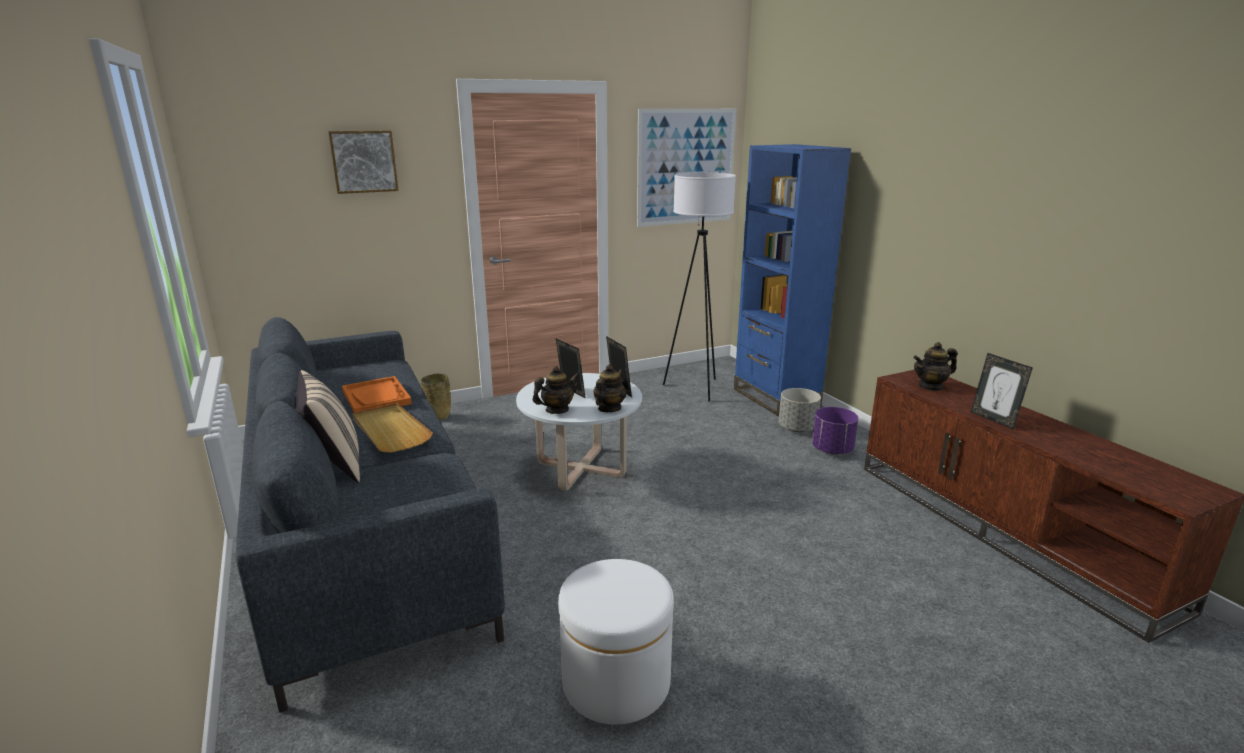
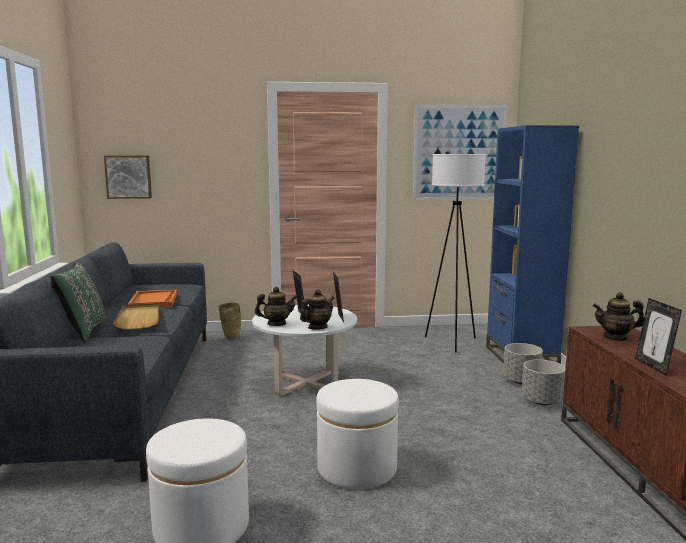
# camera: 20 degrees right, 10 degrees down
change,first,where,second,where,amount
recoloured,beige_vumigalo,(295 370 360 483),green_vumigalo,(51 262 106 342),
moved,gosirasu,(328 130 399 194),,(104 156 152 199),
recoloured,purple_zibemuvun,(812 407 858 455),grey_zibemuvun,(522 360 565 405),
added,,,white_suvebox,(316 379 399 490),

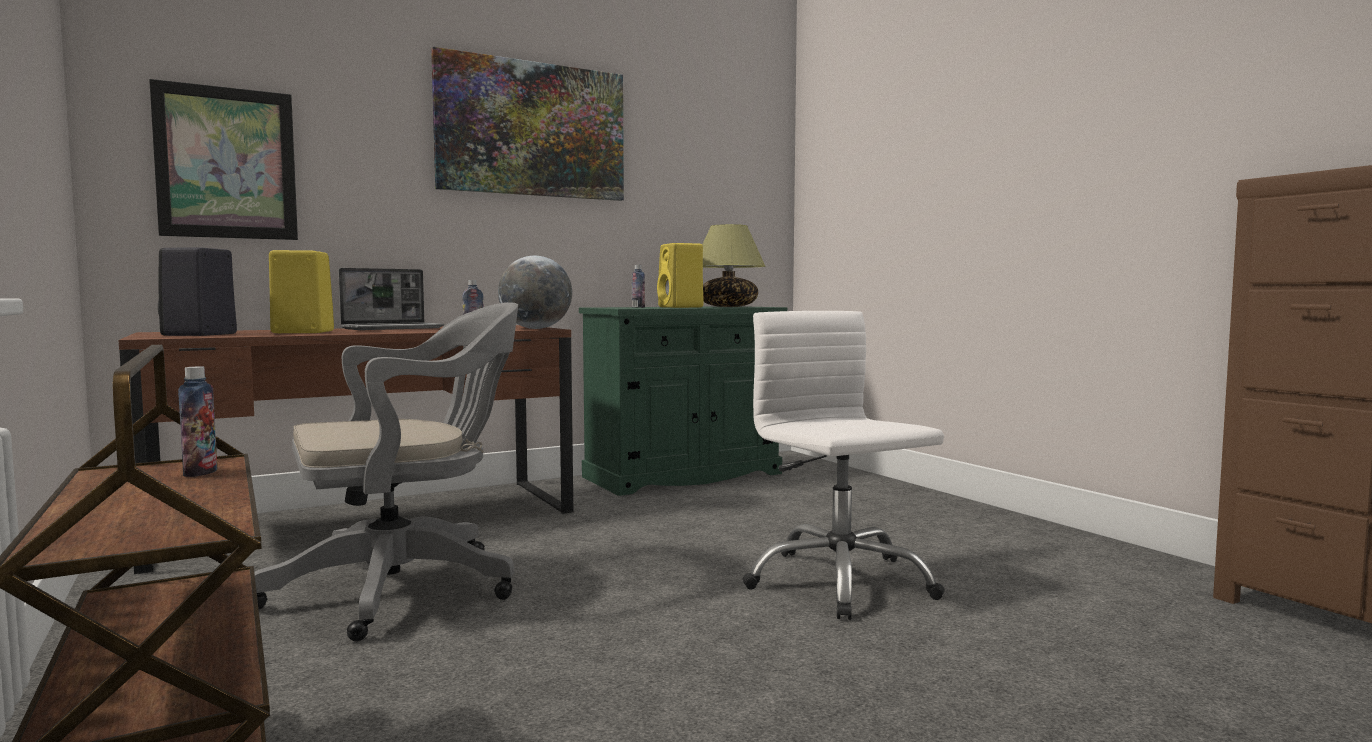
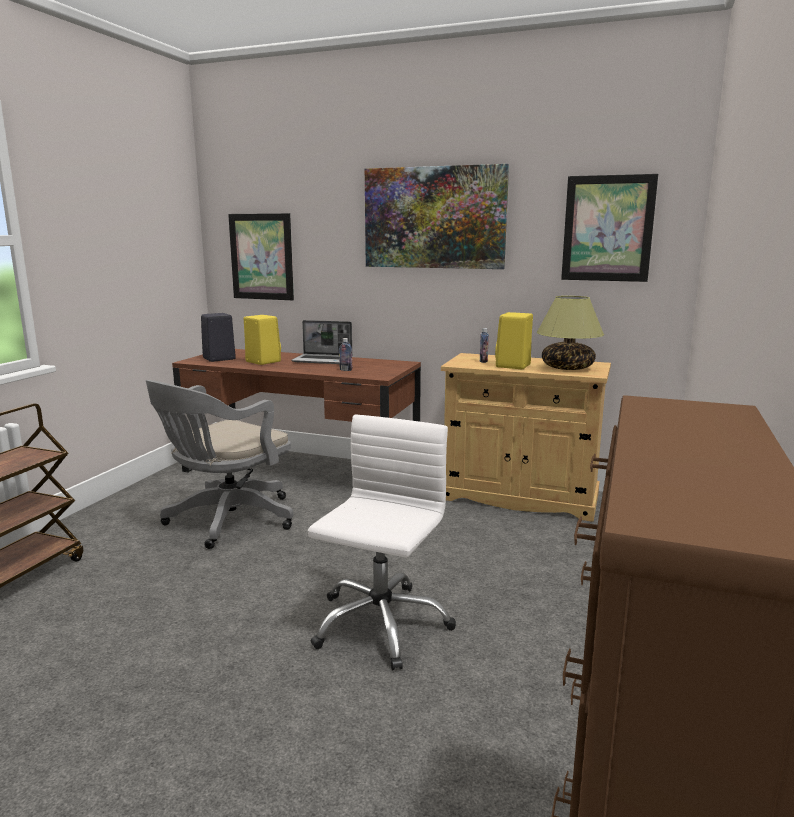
# camera: 50 degrees right, 10 degrees up
change,first,where,second,where,amount
removed,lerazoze,(178 367 218 477),,,
turned,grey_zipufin,(254 302 518 641),,(146 380 294 549),105 degrees clockwise
removed,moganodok,(498 256 572 329),,,
recoloured,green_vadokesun,(579 306 787 496),beige_vadokesun,(441 353 611 522),
added,,,gosirasu,(561 174 658 282),

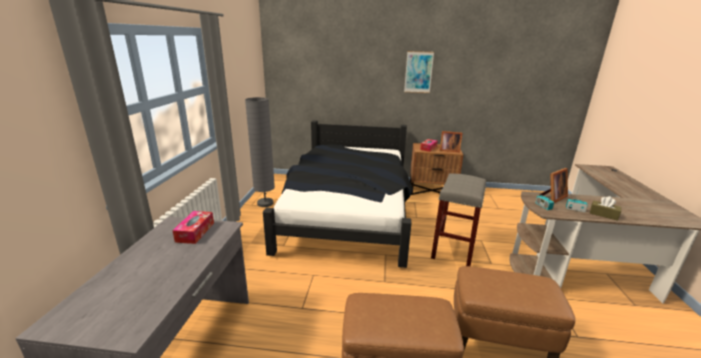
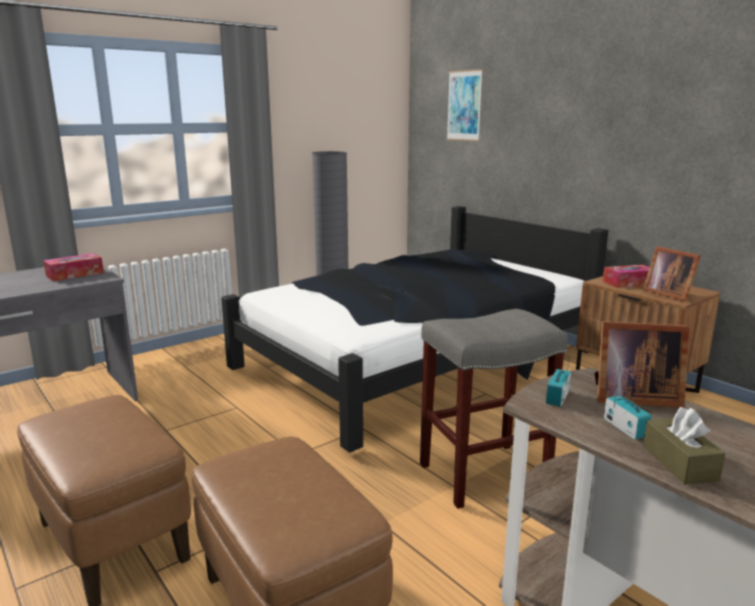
# camera: 45 degrees right, 5 degrees down
change,first,where,second,where,amount
moved,gosirasu,(404 51 434 93),,(447 69 483 141),

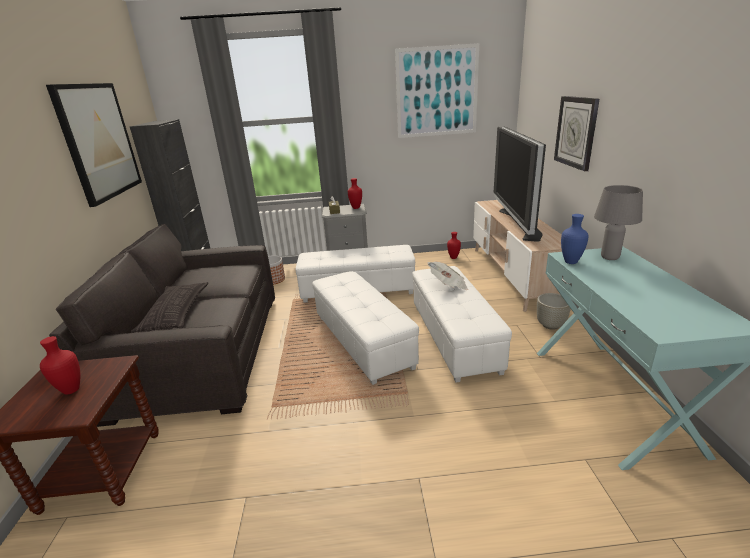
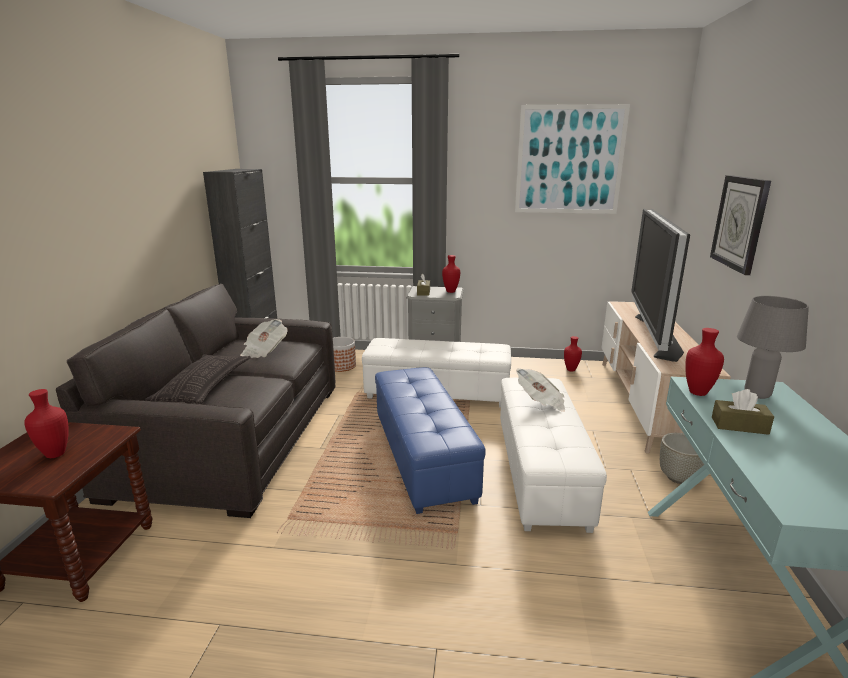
# camera: 10 degrees right, 5 degrees down
change,first,where,second,where,amount
removed,gosirasu,(46 83 142 207),,,
recoloured,white_suvebox,(312 271 419 385),blue_suvebox,(375 367 486 514),
recoloured,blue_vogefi,(561 214 588 264),red_vogefi,(685 328 724 396),
added,,,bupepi,(240 319 288 358),
added,,,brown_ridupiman,(712 389 774 435),

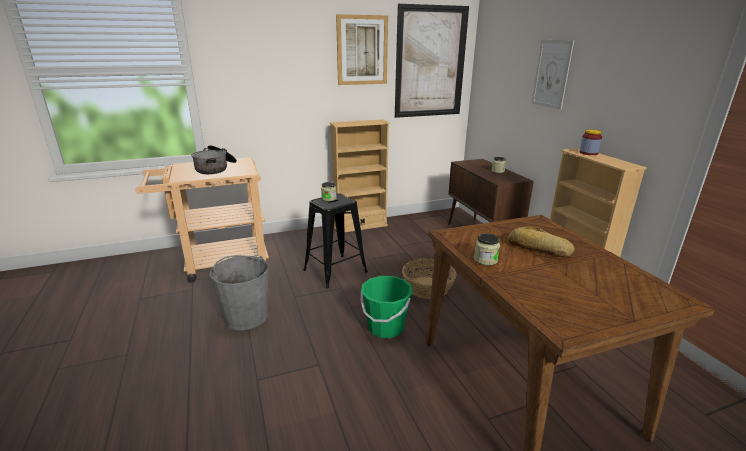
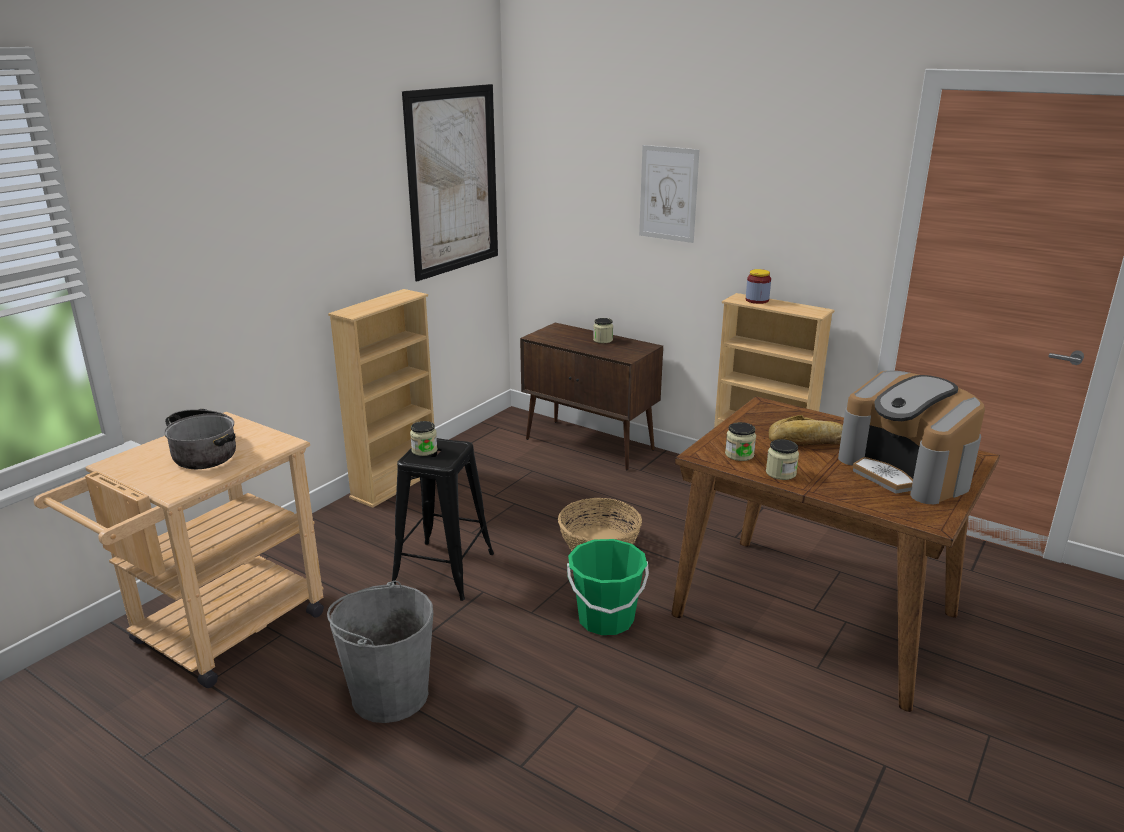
# camera: 35 degrees left, 0 degrees up
change,first,where,second,where,amount
removed,gosirasu,(336 14 388 85),,,
added,,,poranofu,(725 422 756 461),
added,,,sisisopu,(838 371 985 504),

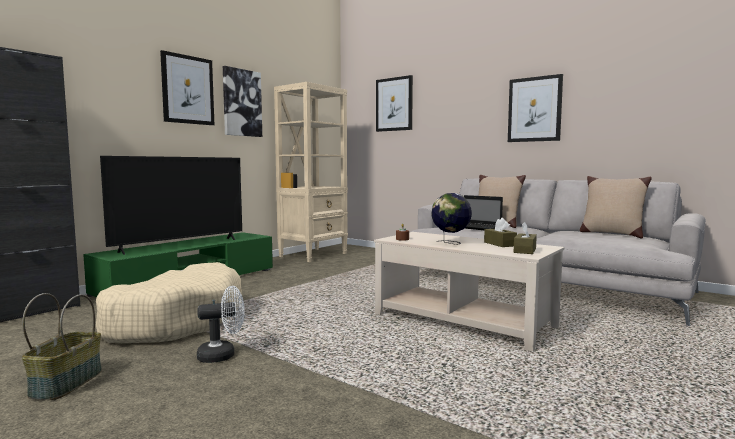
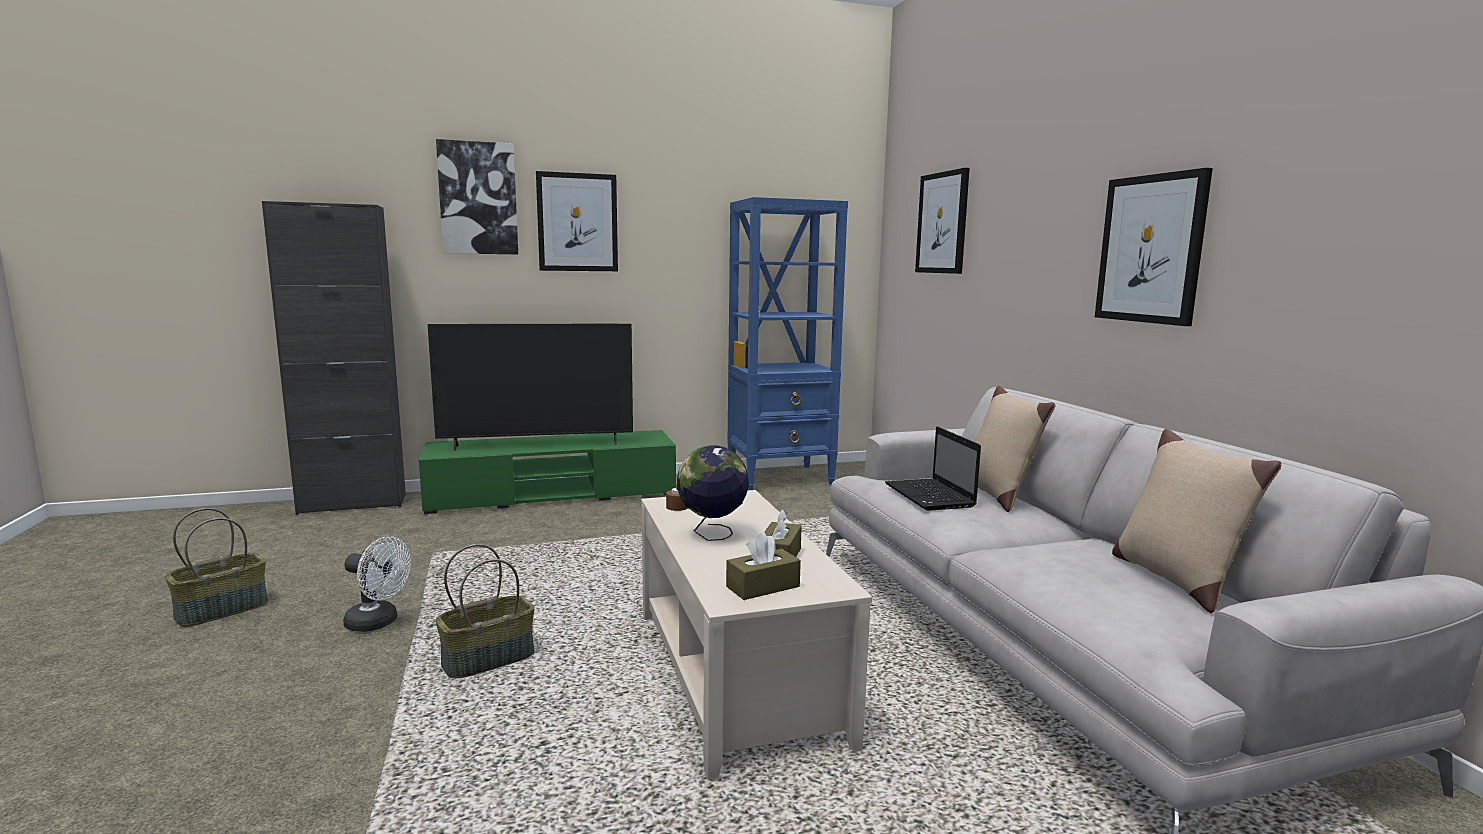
# camera: 35 degrees right, 5 degrees up
change,first,where,second,where,amount
removed,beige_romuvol,(96 262 242 343),,,
moved,gosirasu,(223 66 262 137),,(436 139 518 254),
recoloured,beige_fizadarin,(274 82 348 262),blue_fizadarin,(728 197 848 490),
added,,,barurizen,(436 544 535 678),

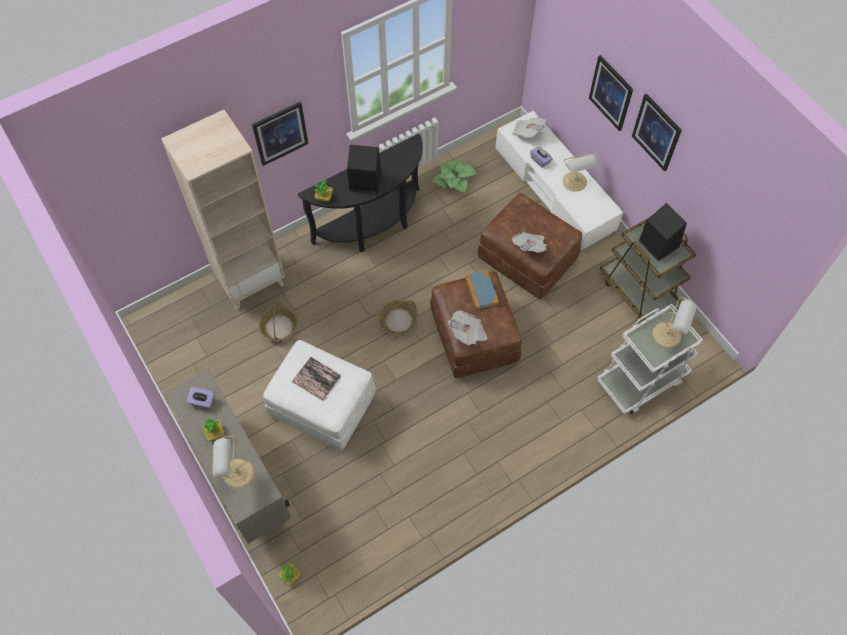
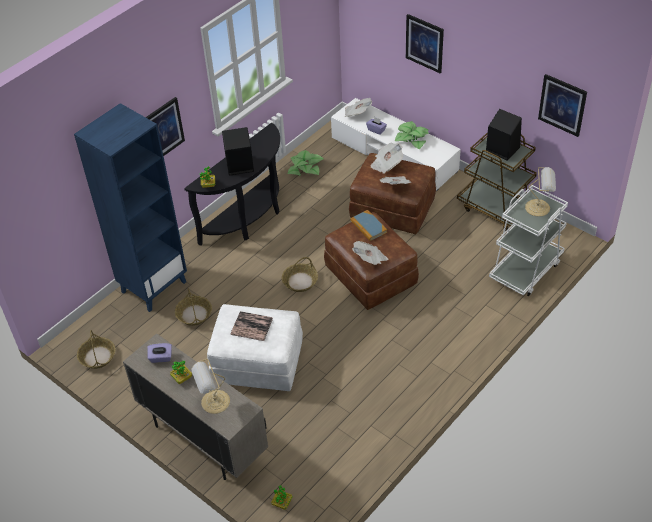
# camera: 15 degrees left, 15 degrees down
change,first,where,second,where,amount
recoloured,beige_fizadarin,(161 110 285 310),blue_fizadarin,(74 103 187 312),
replaced,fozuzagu,(563 151 598 192),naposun,(395 121 429 149),
moved,gosirasu,(632 94 682 171),,(538 74 587 137),
added,,,barurizen,(77 330 115 369),
added,,,bupepi,(371 143 403 174),

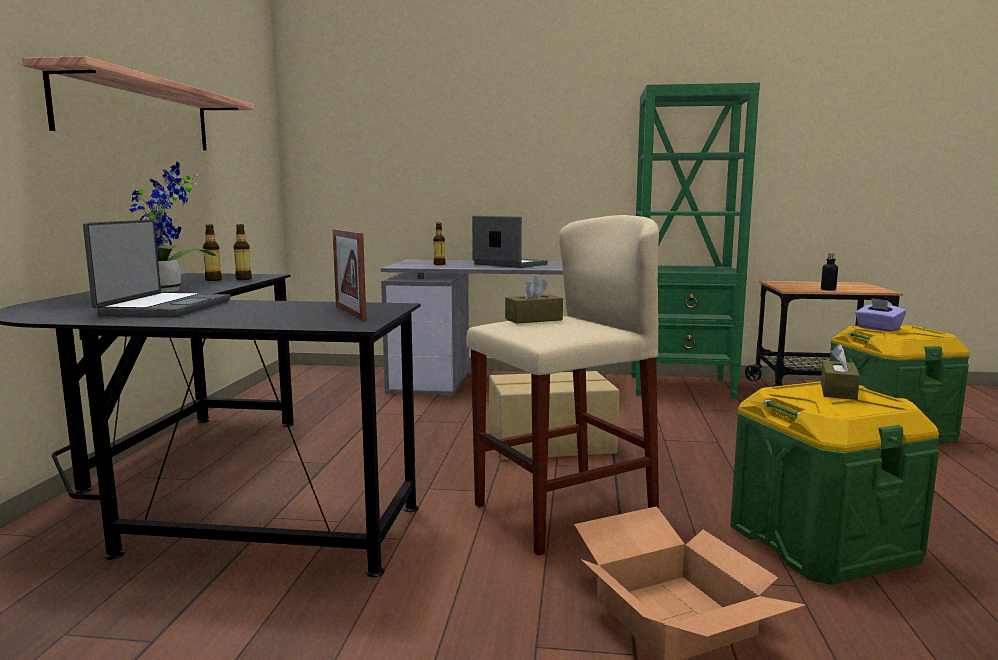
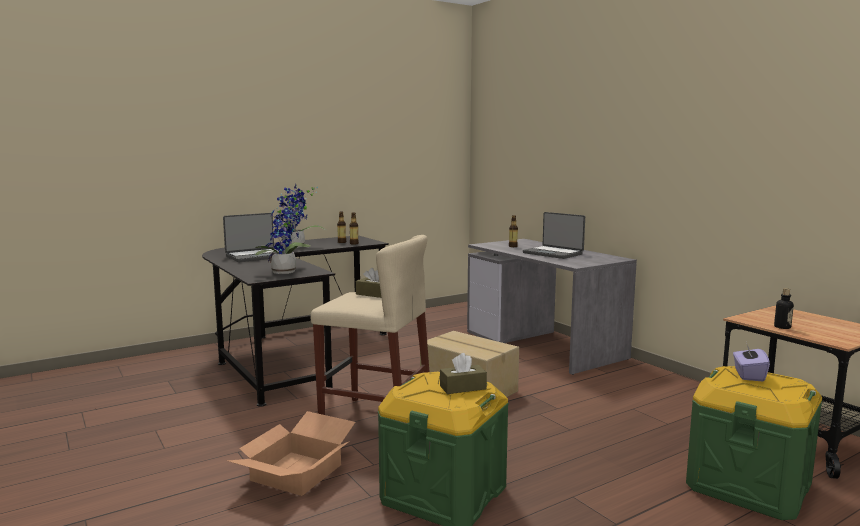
# camera: 50 degrees right, 0 degrees up
change,first,where,second,where,amount
removed,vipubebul,(22 56 255 151),,,
replaced,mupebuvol,(332 229 366 321),naposun,(255 192 310 274),
turned,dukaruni,(472 215 548 268),,(523 212 585 259),135 degrees clockwise
removed,green_fizadarin,(631 82 760 399),,,

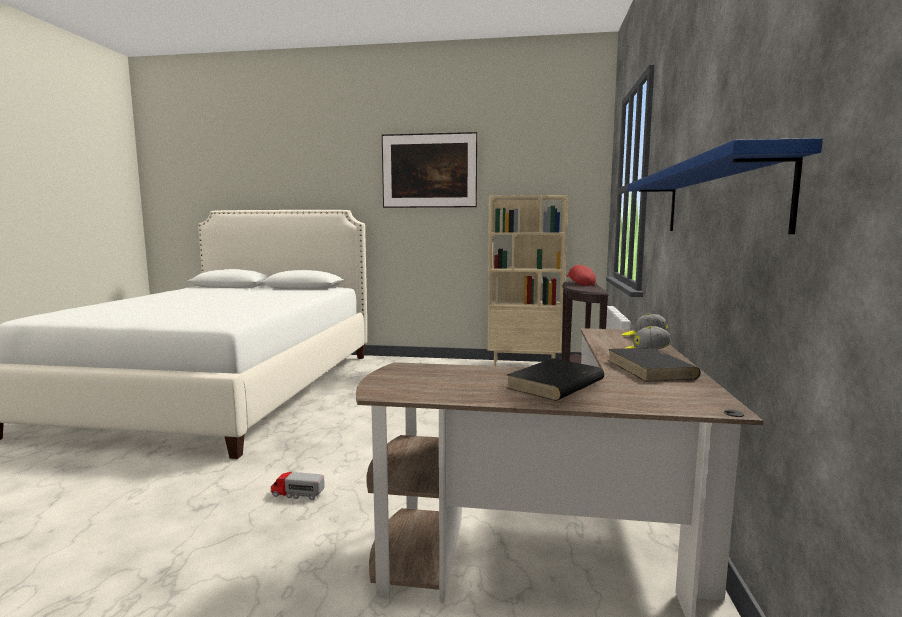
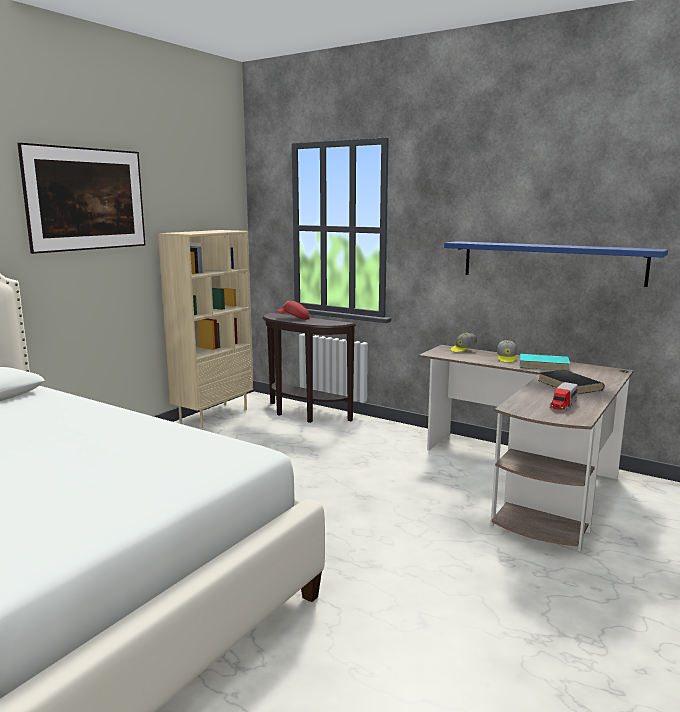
# camera: 65 degrees left, 5 degrees up
change,first,where,second,where,amount
moved,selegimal,(271 471 325 500),,(550 382 578 411),
recoloured,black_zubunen,(608 347 701 382),turquoise_zubunen,(520 354 570 371),

